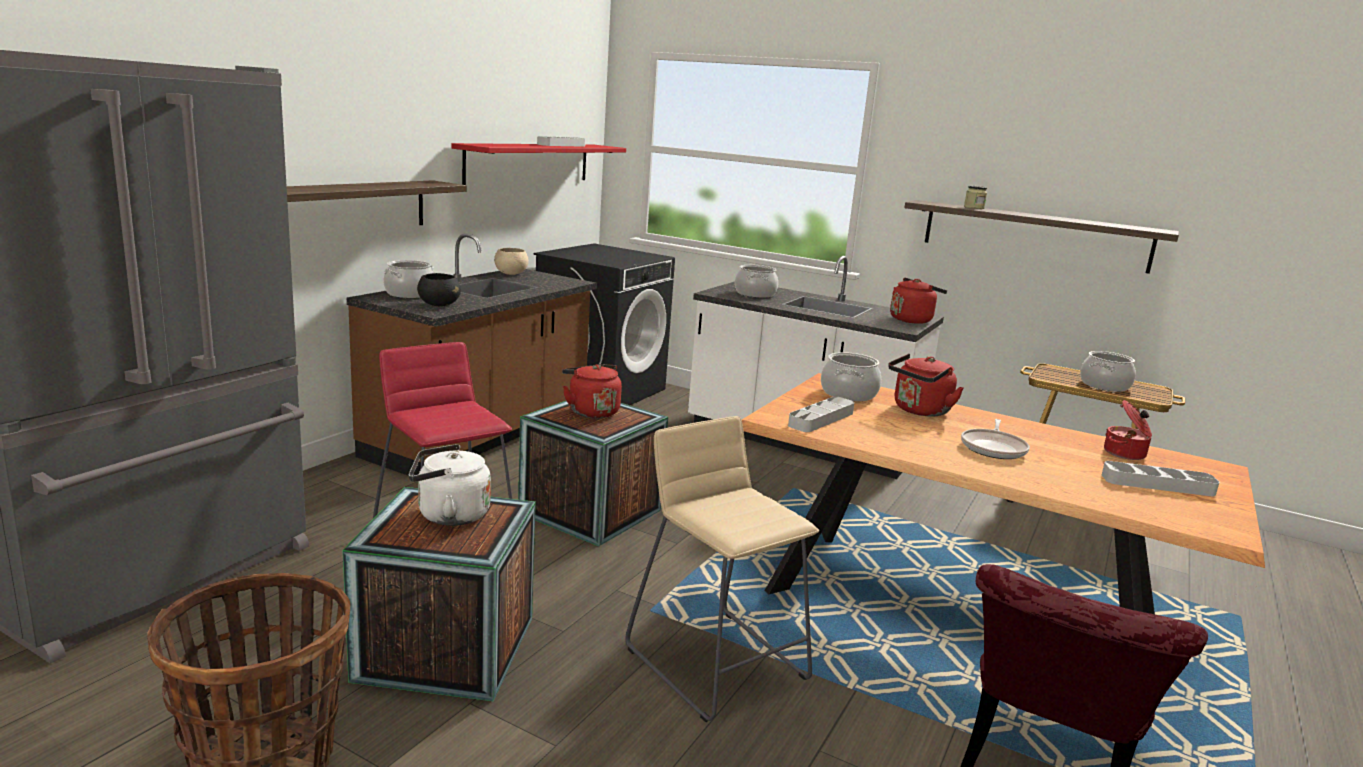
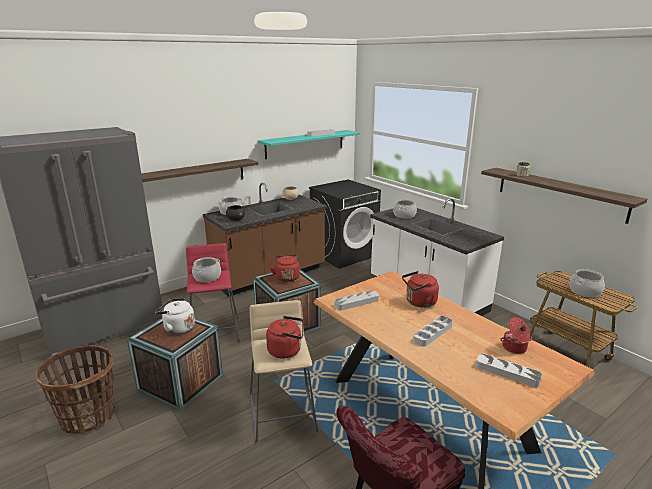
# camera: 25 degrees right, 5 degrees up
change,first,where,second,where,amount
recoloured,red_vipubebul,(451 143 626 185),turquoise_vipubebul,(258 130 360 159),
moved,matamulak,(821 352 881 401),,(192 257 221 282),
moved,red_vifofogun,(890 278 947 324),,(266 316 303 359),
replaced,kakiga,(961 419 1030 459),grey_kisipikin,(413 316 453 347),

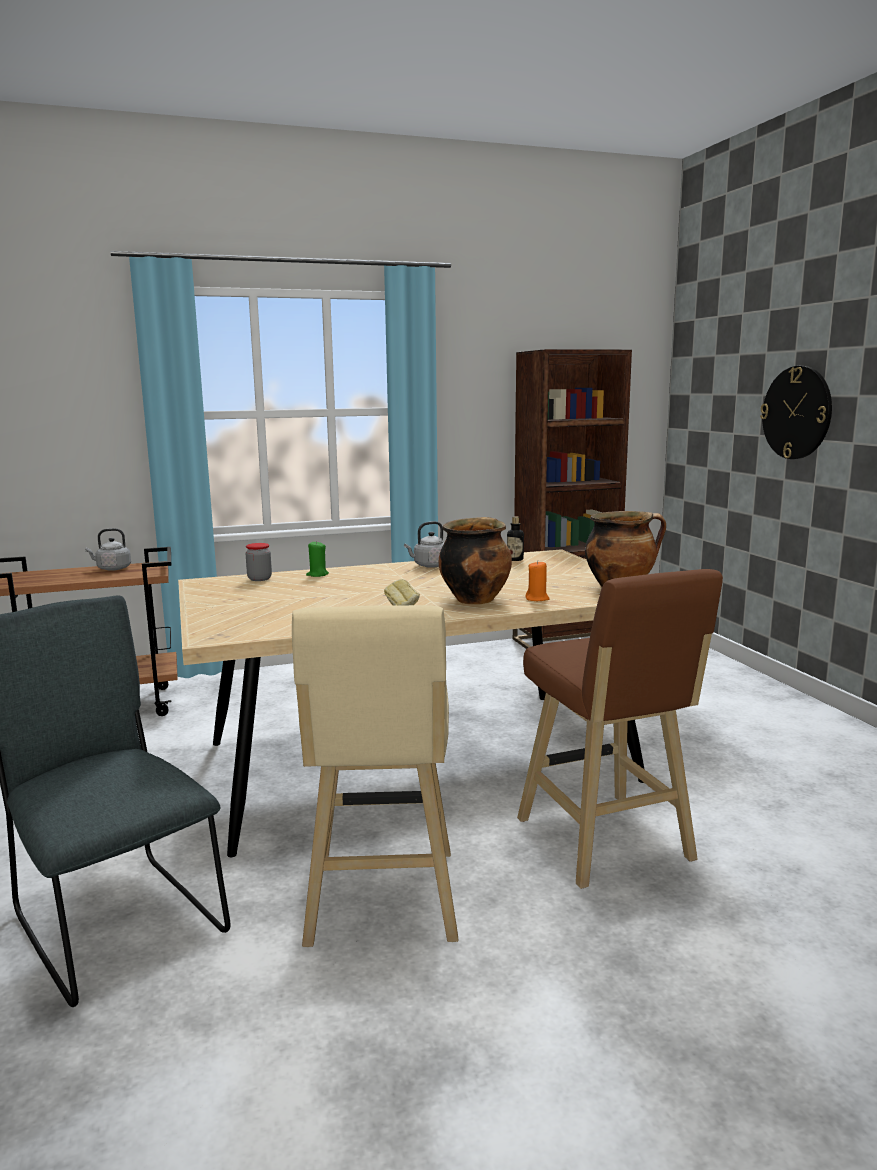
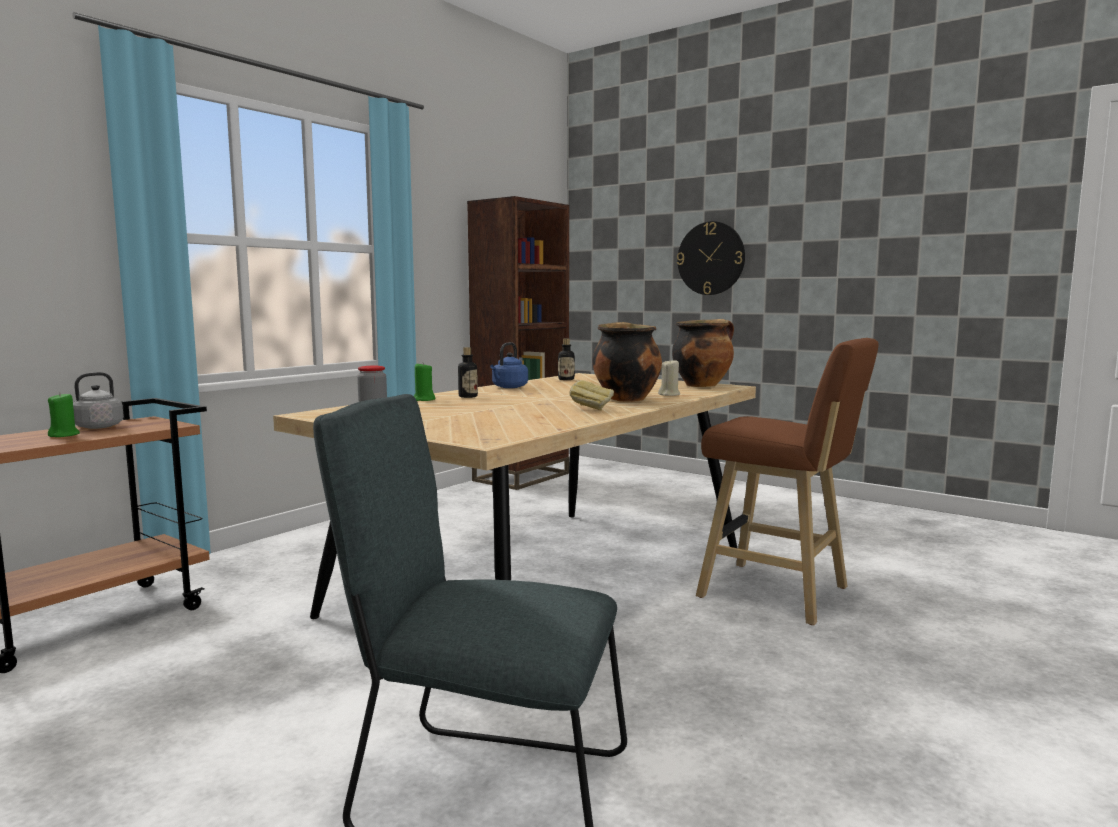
# camera: 35 degrees left, 5 degrees down
change,first,where,second,where,amount
removed,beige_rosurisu,(292 605 458 947),,,
recoloured,grey_vifofogun,(404 521 444 568),blue_vifofogun,(490 342 528 388),
recoloured,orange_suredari,(525 561 550 601),beige_suredari,(658 359 680 396),
added,,,green_suredari,(48 392 80 437),
added,,,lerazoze,(458 347 478 398),

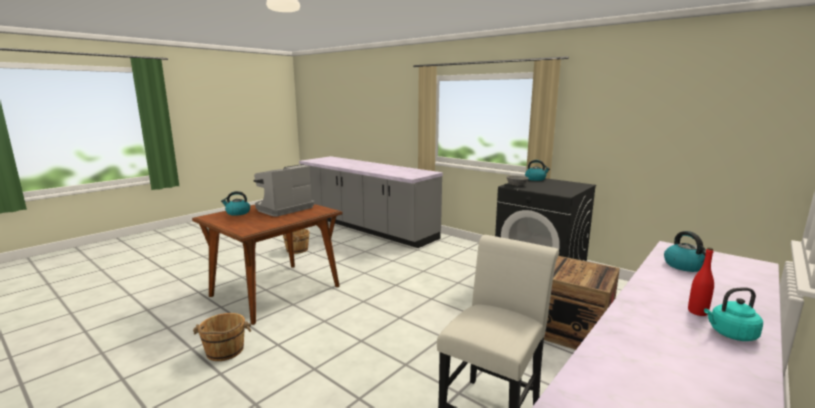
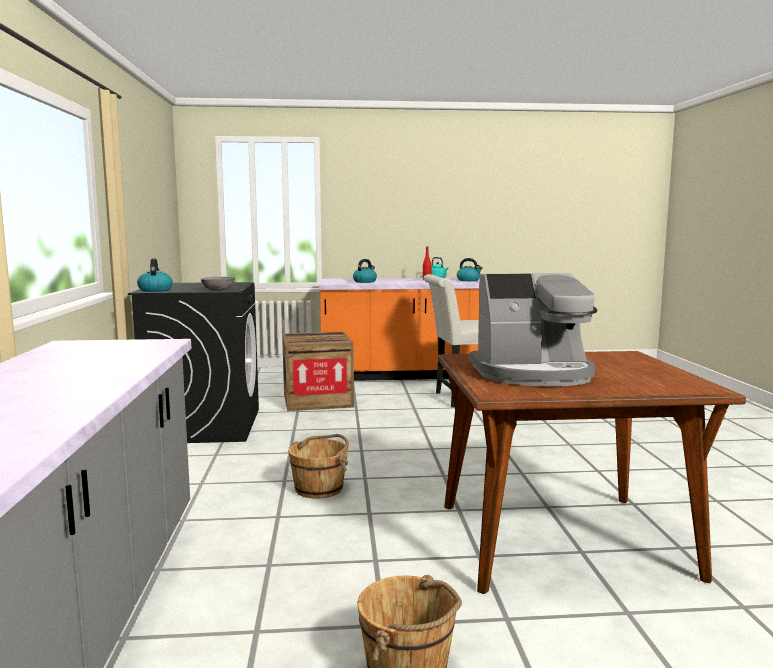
# camera: 135 degrees left, 5 degrees down
change,first,where,second,where,amount
moved,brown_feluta,(193 313 252 361),,(288 434 349 499),
moved,vifofogun,(221 191 250 216),,(457 258 483 281),

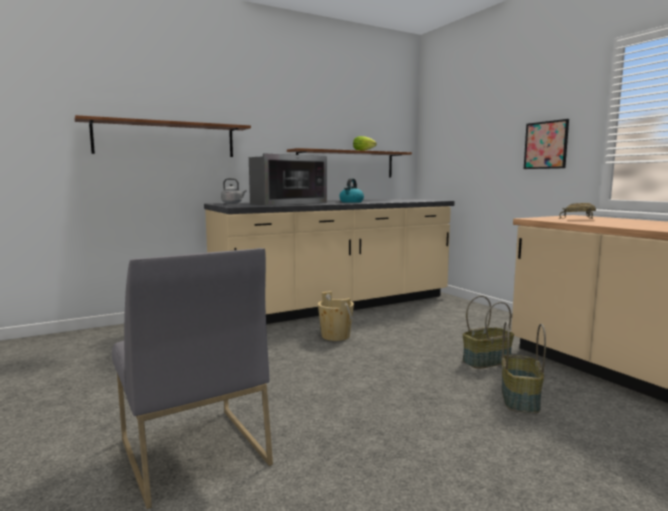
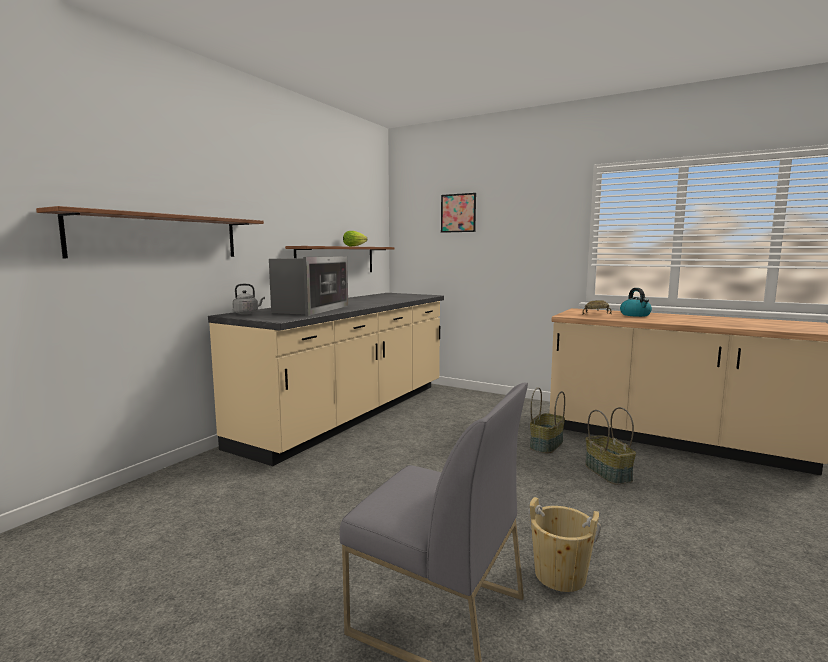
# camera: 30 degrees left, 0 degrees up
change,first,where,second,where,amount
moved,beige_feluta,(318 291 354 341),,(528 497 601 592),
moved,vifofogun,(339 178 364 203),,(620 288 652 317),
moved,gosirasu,(524 119 569 169),,(441 193 476 233),

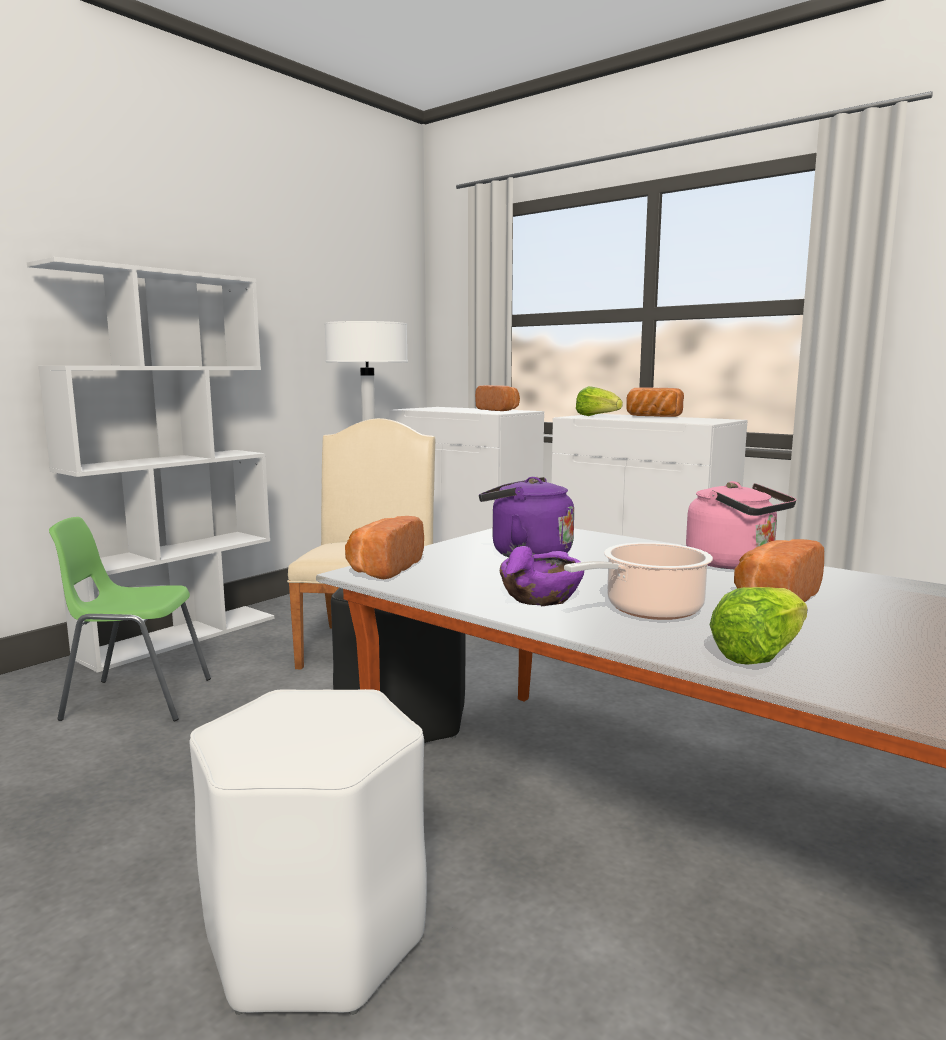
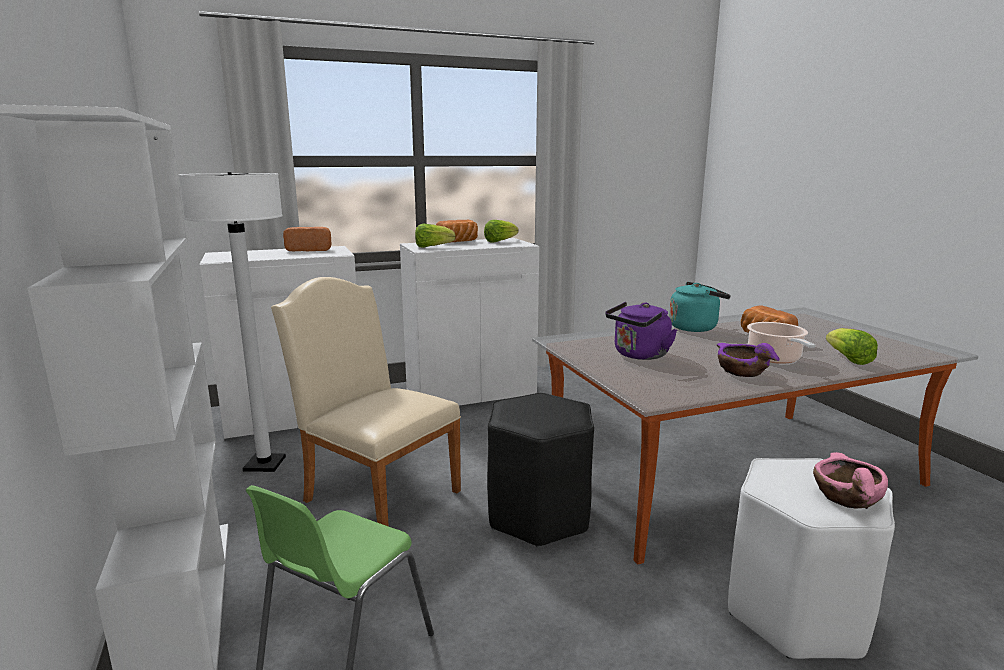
# camera: 60 degrees left, 5 degrees up
change,first,where,second,where,amount
removed,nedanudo,(345 516 424 579),,,
recoloured,pink_vifofogun,(686 481 796 569),turquoise_vifofogun,(669 282 731 332),
added,,,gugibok,(484 220 519 243),
added,,,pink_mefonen,(813 452 888 509),

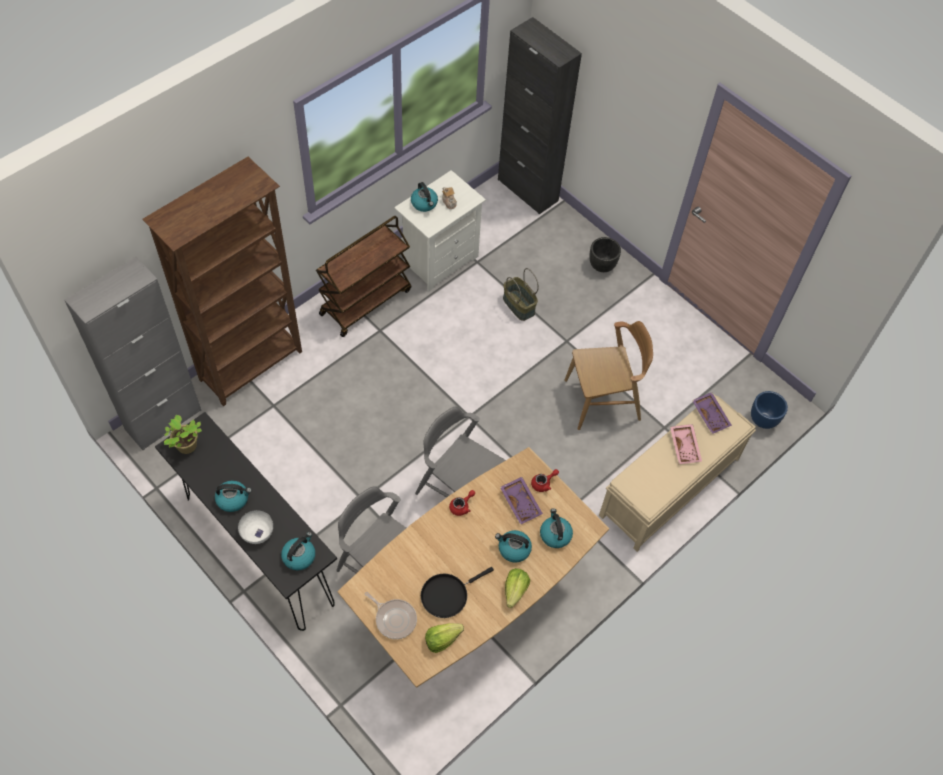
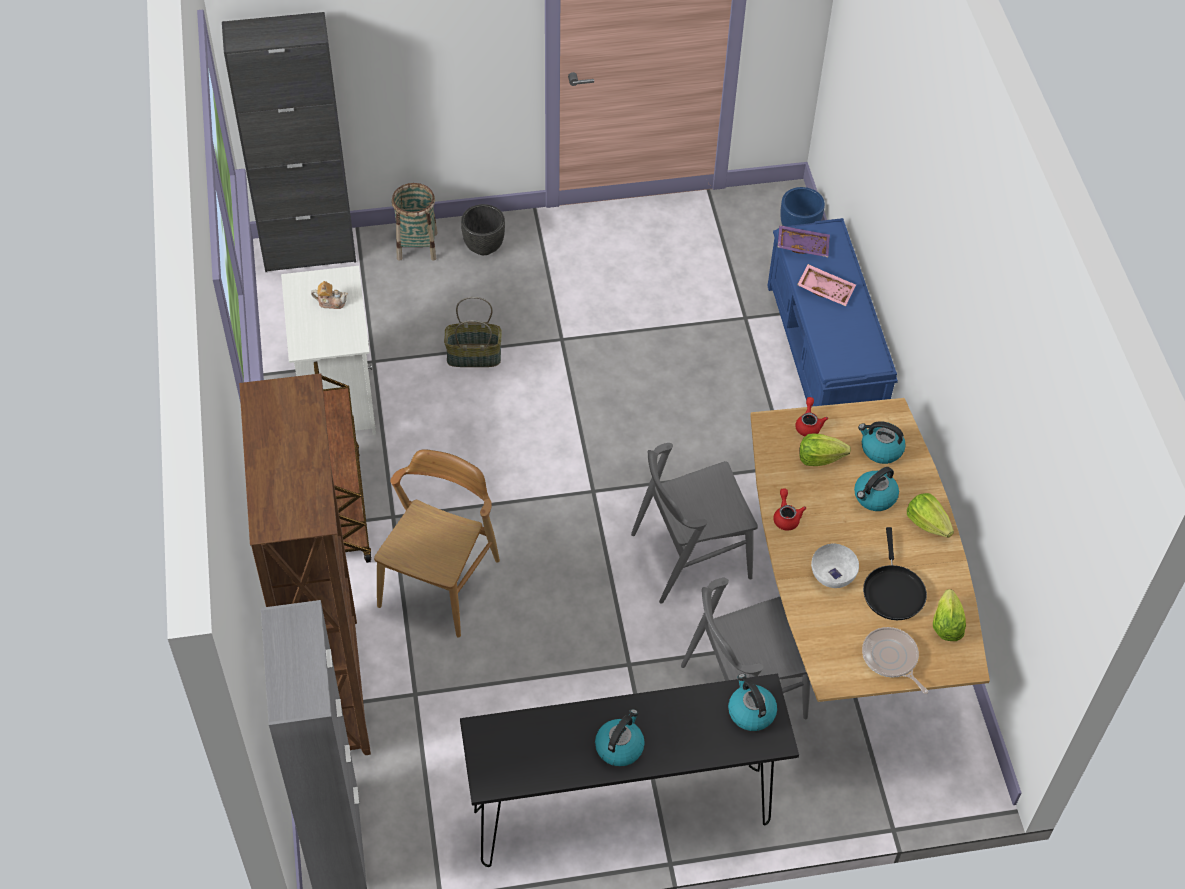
# camera: 55 degrees left, 5 degrees down
change,first,where,second,where,amount
removed,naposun,(164 414 202 454),,,
moved,white_mefonen,(238 510 273 544),,(811 543 859 588),
turned,kakiga,(365 592 417 639),,(862 627 928 694),105 degrees counterclockwise
removed,vifofogun,(411 182 438 212),,,
replaced,purple_kisipikin,(500 477 543 525),gugibok,(799 433 851 466),
moved,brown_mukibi,(565 321 653 430),,(374 449 500 638),
recoloured,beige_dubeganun,(599 394 756 552),blue_dubeganun,(768 218 898 407),
added,,,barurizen,(392 183 438 261),

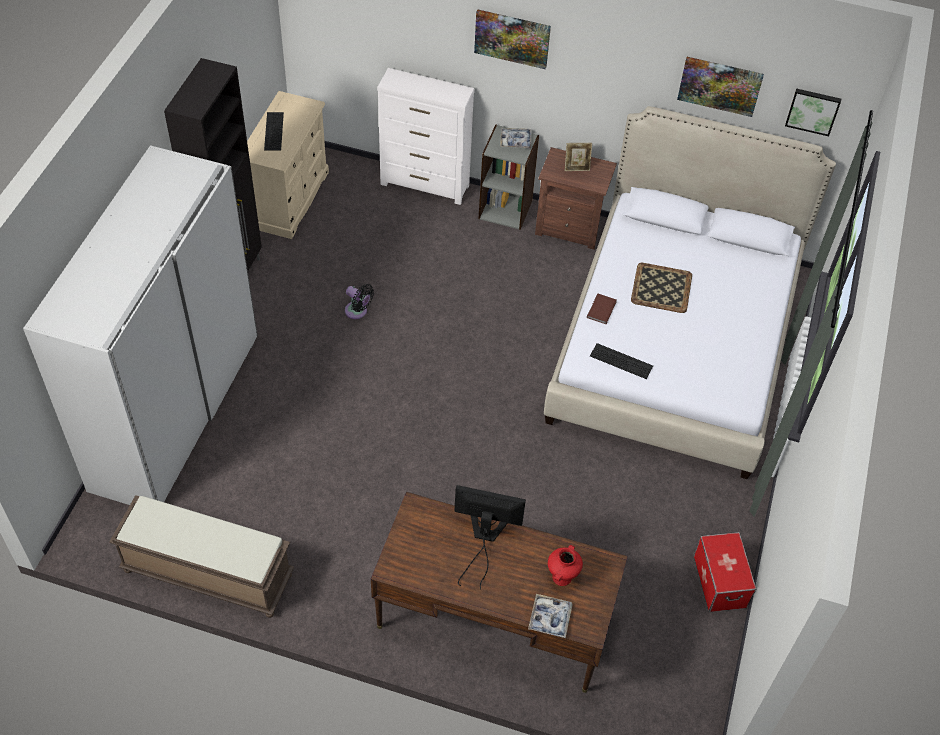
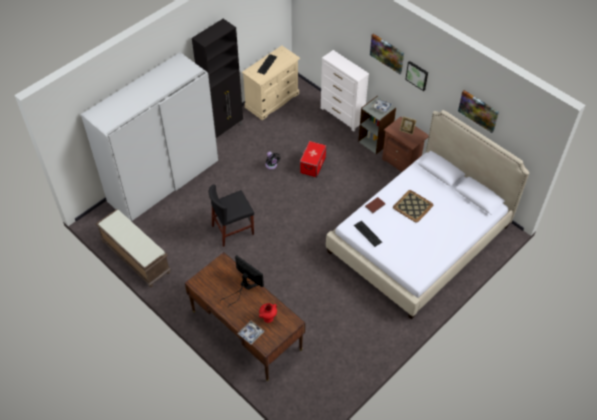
# camera: 30 degrees right, 0 degrees up
change,first,where,second,where,amount
moved,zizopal,(694 532 756 612),,(300 141 326 178),
moved,gosirasu,(785 88 841 136),,(405 61 428 91),
added,,,black_mukibi,(209 184 254 247),

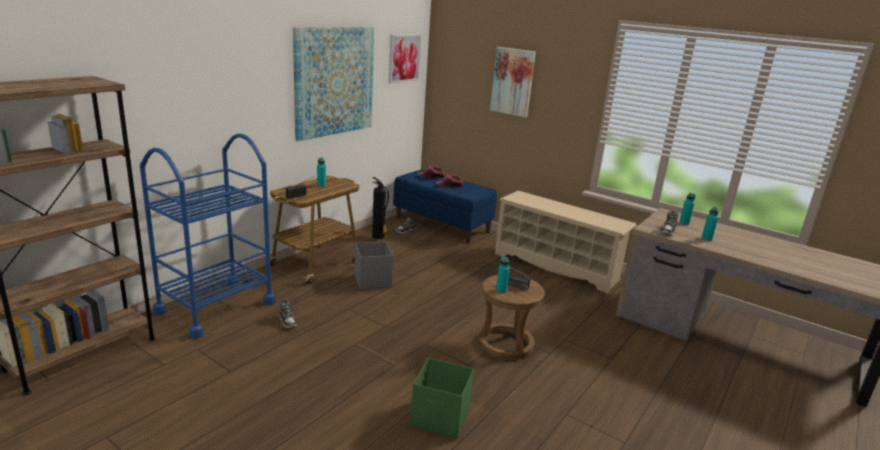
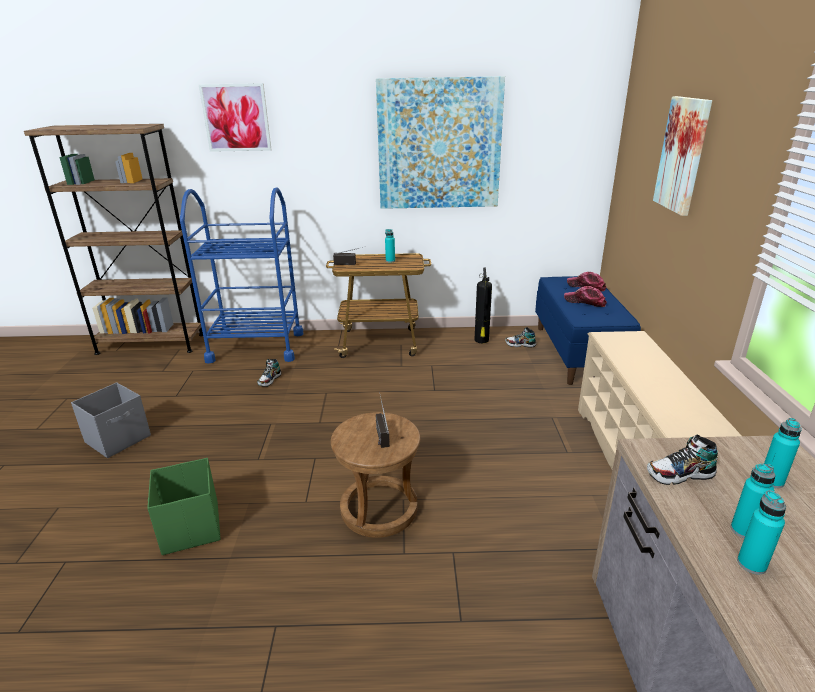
# camera: 55 degrees right, 5 degrees up
change,first,where,second,where,amount
moved,grey_zizopal,(354 241 393 290),,(71 383 151 458),
moved,gosirasu,(389 34 422 84),,(199 83 271 152),
moved,turquoise_lerazoze,(496 256 510 293),,(737 490 786 574),

